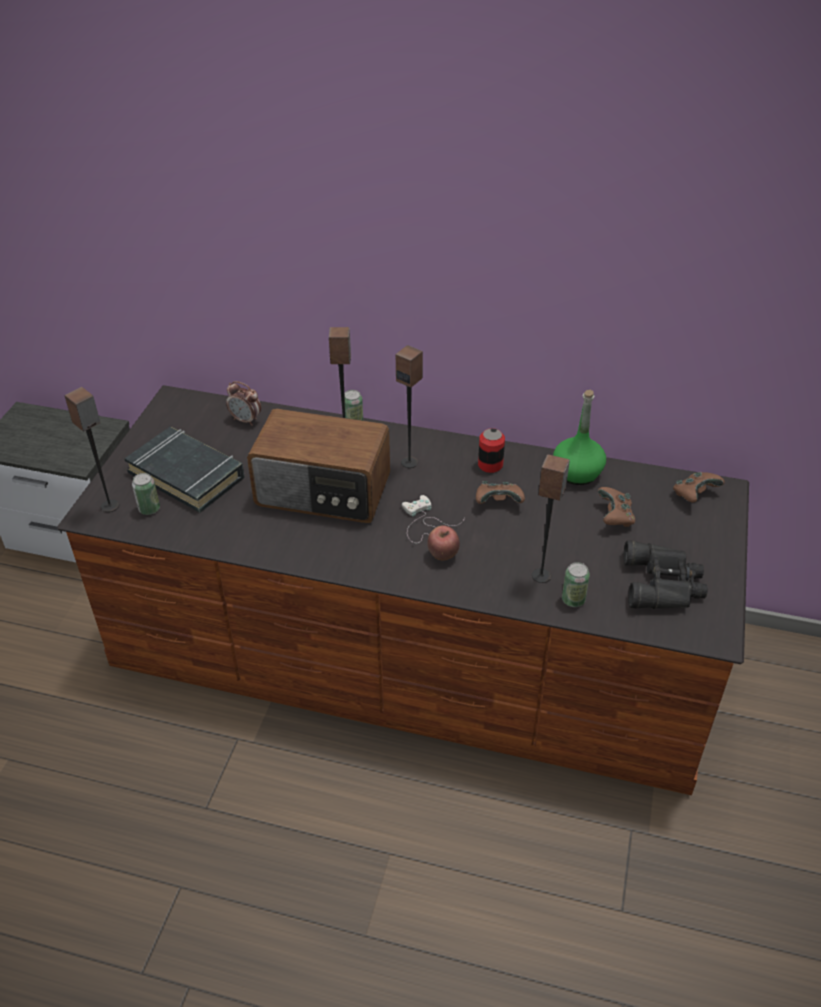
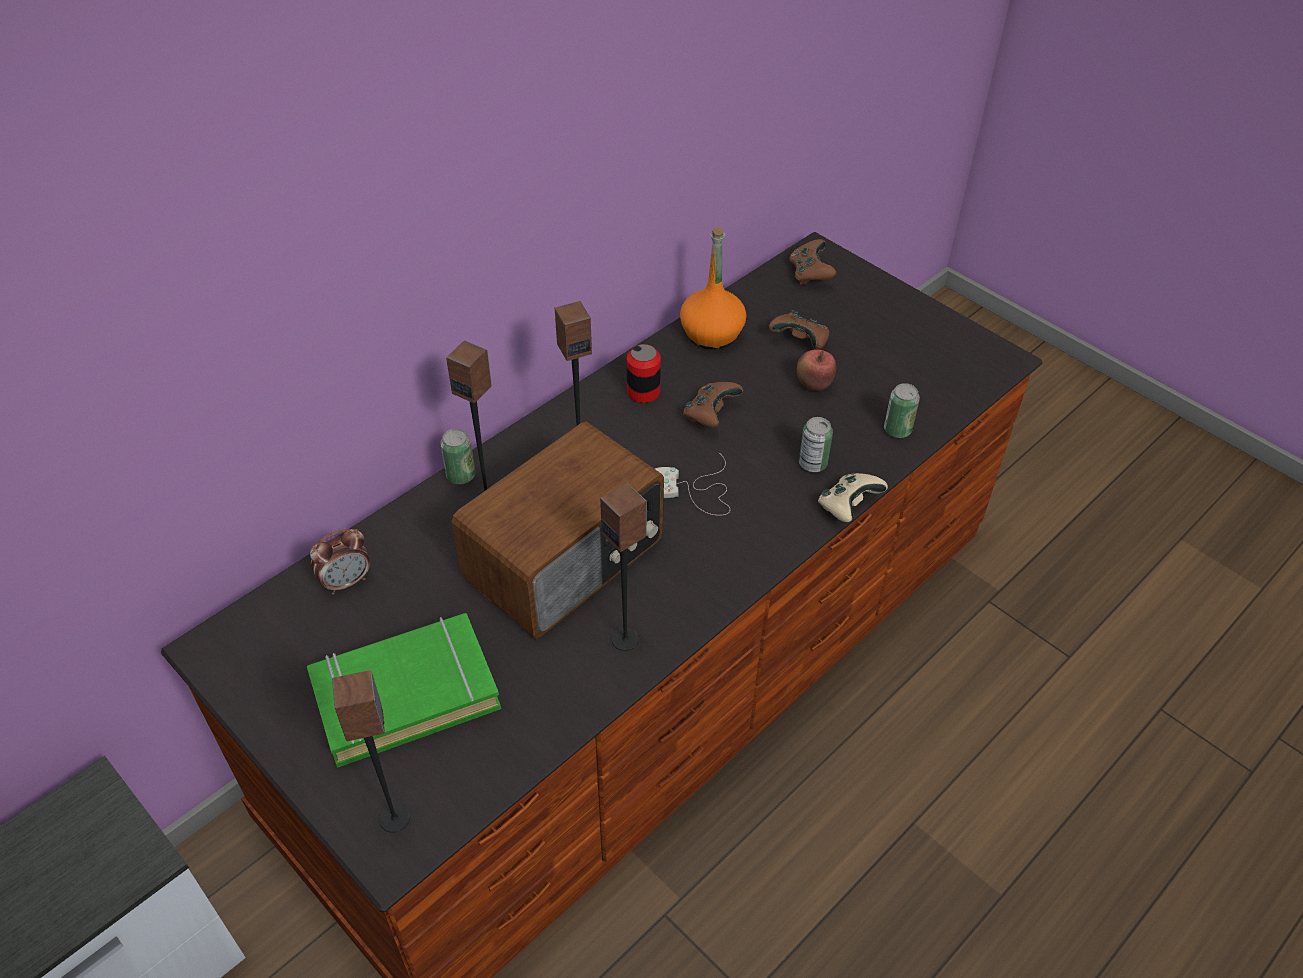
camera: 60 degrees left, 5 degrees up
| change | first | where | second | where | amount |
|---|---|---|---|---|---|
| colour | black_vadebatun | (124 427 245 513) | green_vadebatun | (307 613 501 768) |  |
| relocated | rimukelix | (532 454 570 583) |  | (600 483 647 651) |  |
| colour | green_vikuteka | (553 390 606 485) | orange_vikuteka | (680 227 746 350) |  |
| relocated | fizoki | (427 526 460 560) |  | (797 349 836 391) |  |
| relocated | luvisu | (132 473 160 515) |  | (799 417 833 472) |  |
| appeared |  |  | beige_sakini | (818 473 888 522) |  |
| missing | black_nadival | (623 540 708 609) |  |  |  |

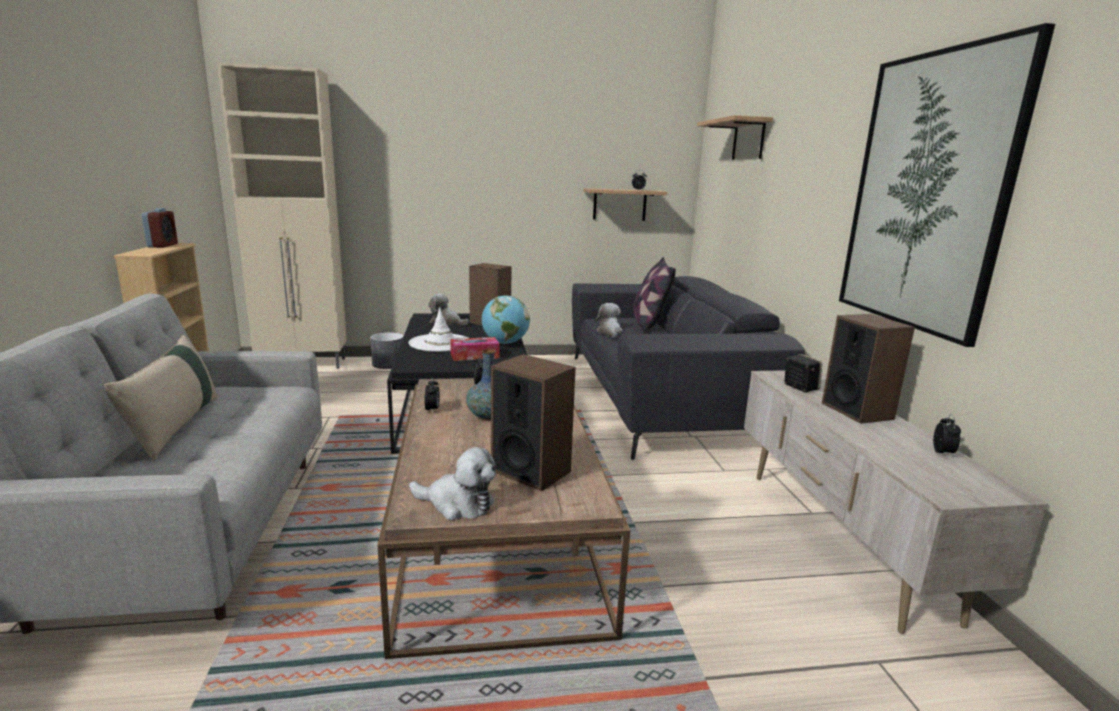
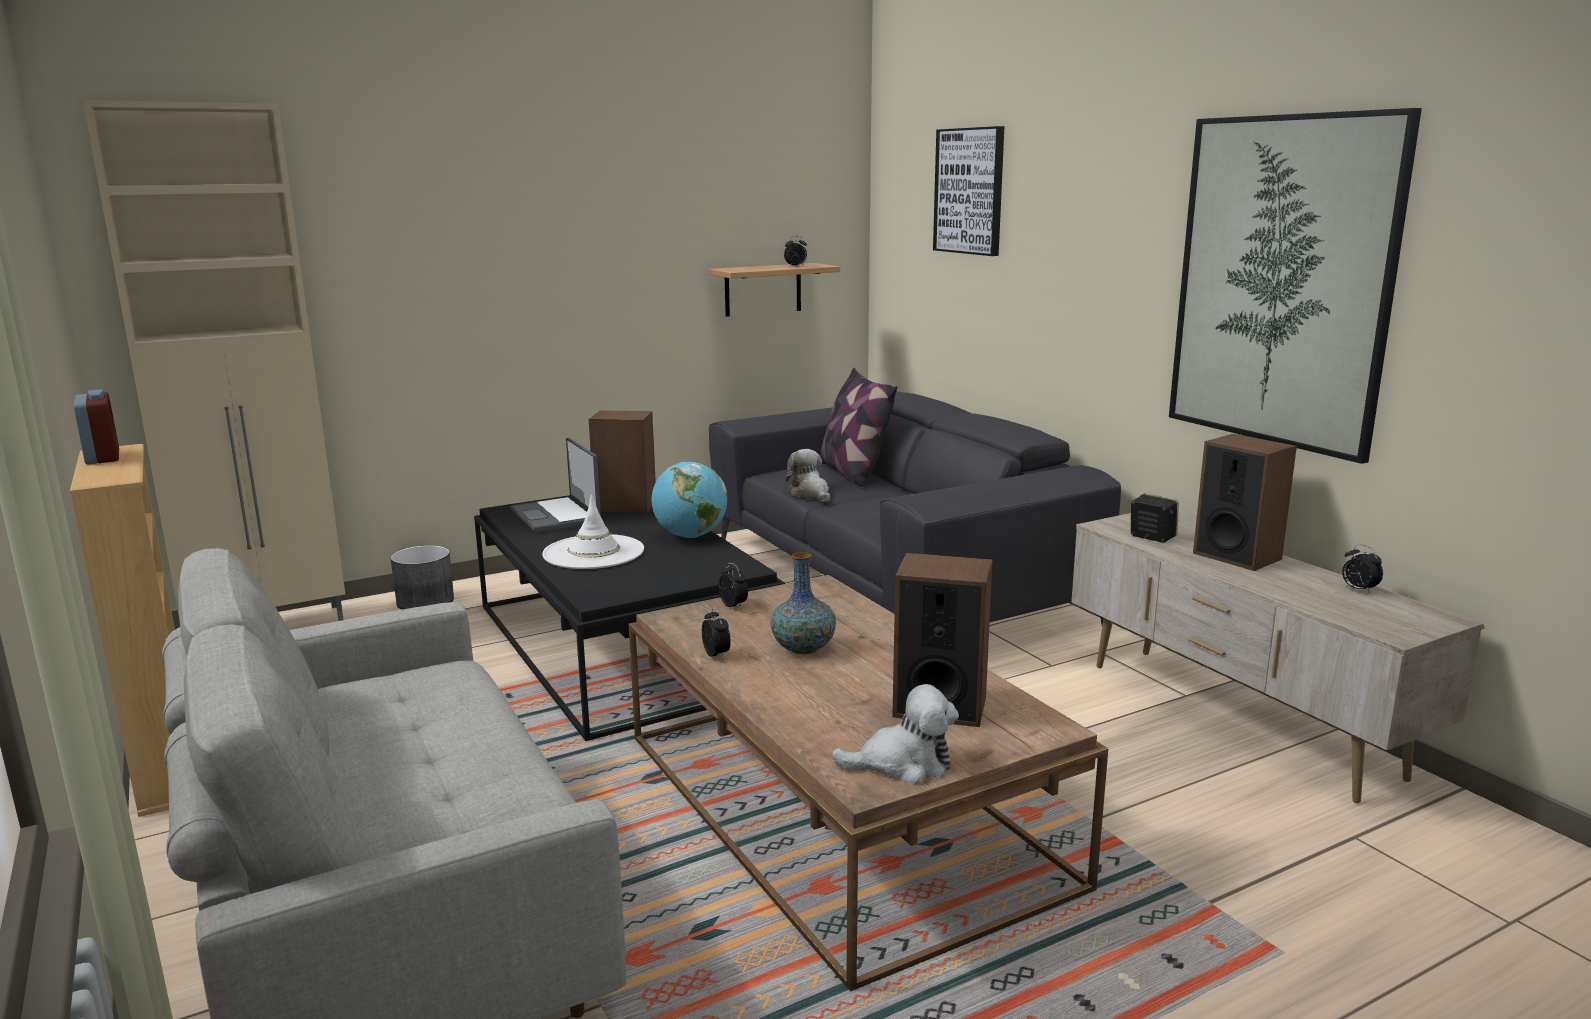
camera: 20 degrees left, 0 degrees up
| change | first | where | second | where | amount |
|---|---|---|---|---|---|
| exchanged | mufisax | (428 293 469 325) | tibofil | (510 438 601 533) |  |
| exchanged | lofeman | (697 115 773 160) | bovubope | (933 126 1004 256) |  |
| spun | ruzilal | (933 414 961 457) |  | (1342 544 1383 593) | 150 degrees clockwise |
| missing | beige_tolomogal | (104 335 218 461) |  |  |  |
| missing | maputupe | (450 337 500 361) |  |  |  |

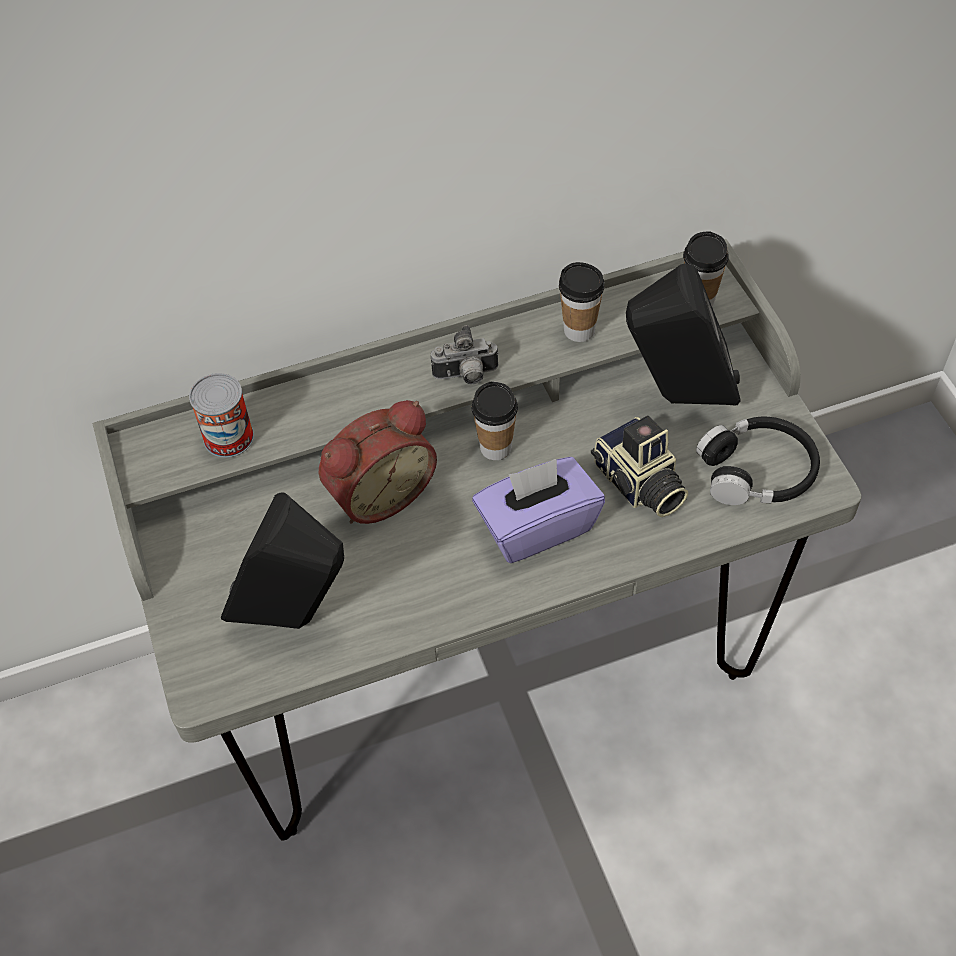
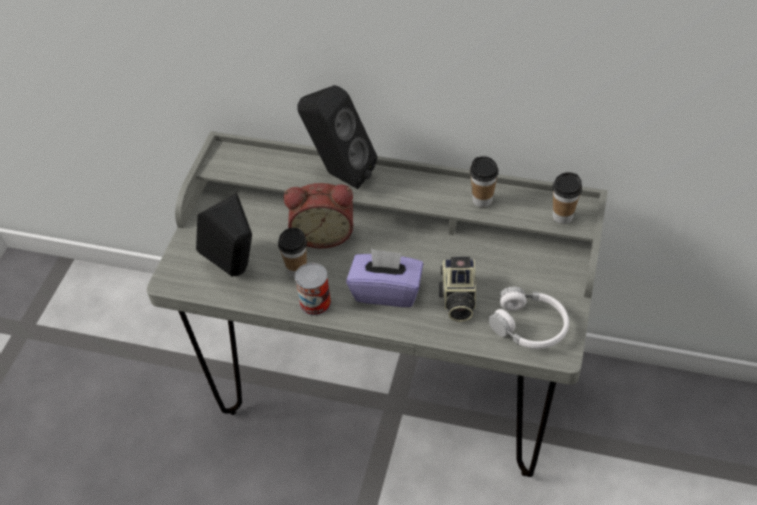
camera: 35 degrees right, 5 degrees down
| change | first | where | second | where | amount |
|---|---|---|---|---|---|
| relocated | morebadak | (471 382 518 460) |  | (278 228 307 278) |  |
| relocated | luvisu | (189 373 254 458) |  | (295 263 331 316) |  |
| relocated | black_rimukelix | (626 263 741 405) |  | (297 85 377 189) |  |
| colour | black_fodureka | (696 417 820 505) | white_fodureka | (489 286 569 349) |  |
| missing | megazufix | (431 325 499 384) |  |  |  |

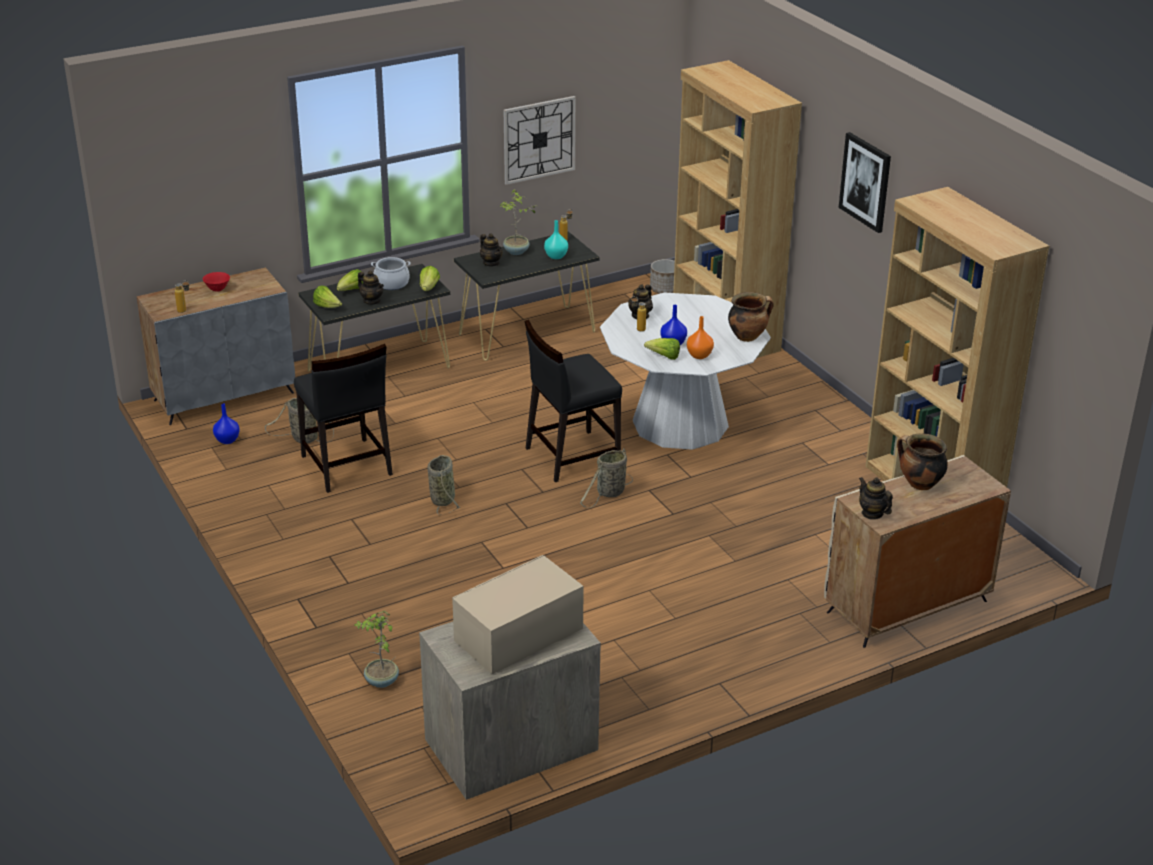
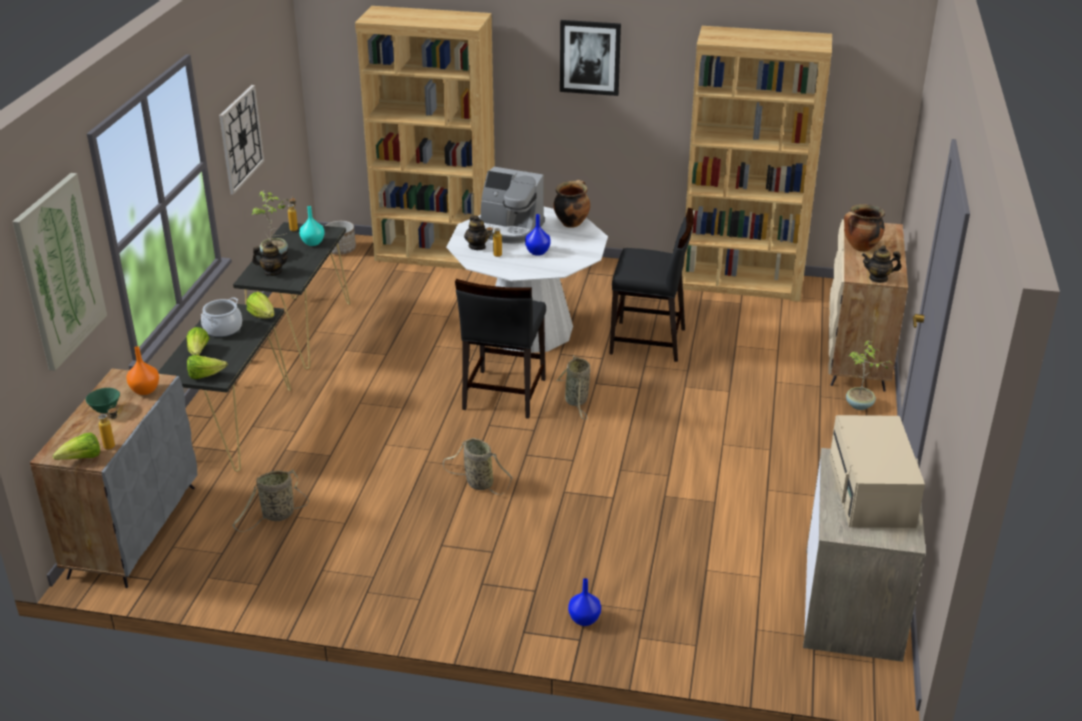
camera: 50 degrees left, 0 degrees up
| change | first | where | second | where | amount |
|---|---|---|---|---|---|
| appeared |  |  | bovubope | (12 173 107 371) |  |
| relocated | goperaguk | (644 338 680 360) |  | (53 433 100 460) |  |
| colour | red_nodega | (203 272 230 292) | green_nodega | (86 388 120 413) |  |
| relocated | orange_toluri | (687 316 714 359) |  | (126 346 159 395) |  |
| appeared |  |  | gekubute | (479 167 545 244) |  |
| relocated | blue_toluri | (213 403 240 444) |  | (568 578 601 626) |  |
| relocated | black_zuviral | (294 344 393 493) |  | (610 208 694 362) |  |
| relocated | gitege | (355 611 399 688) |  | (846 340 892 410) |  |
| missing | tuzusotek | (358 271 384 305) |  |  |  |

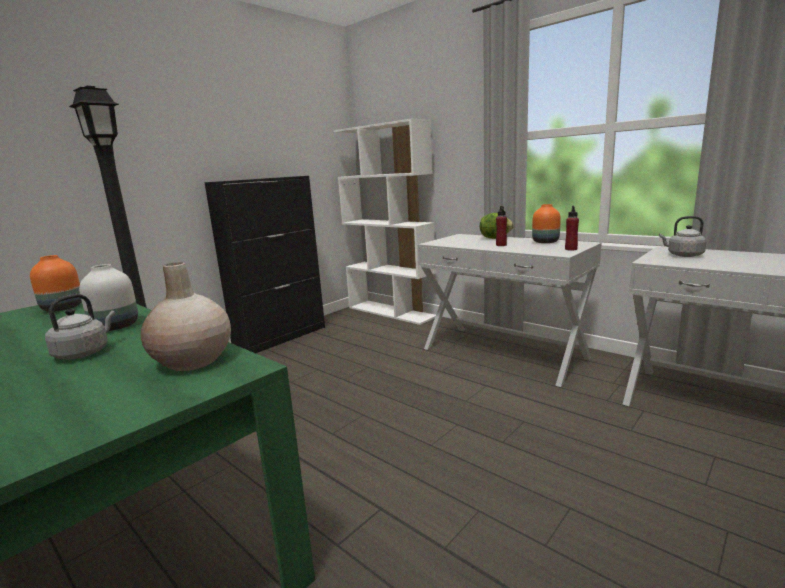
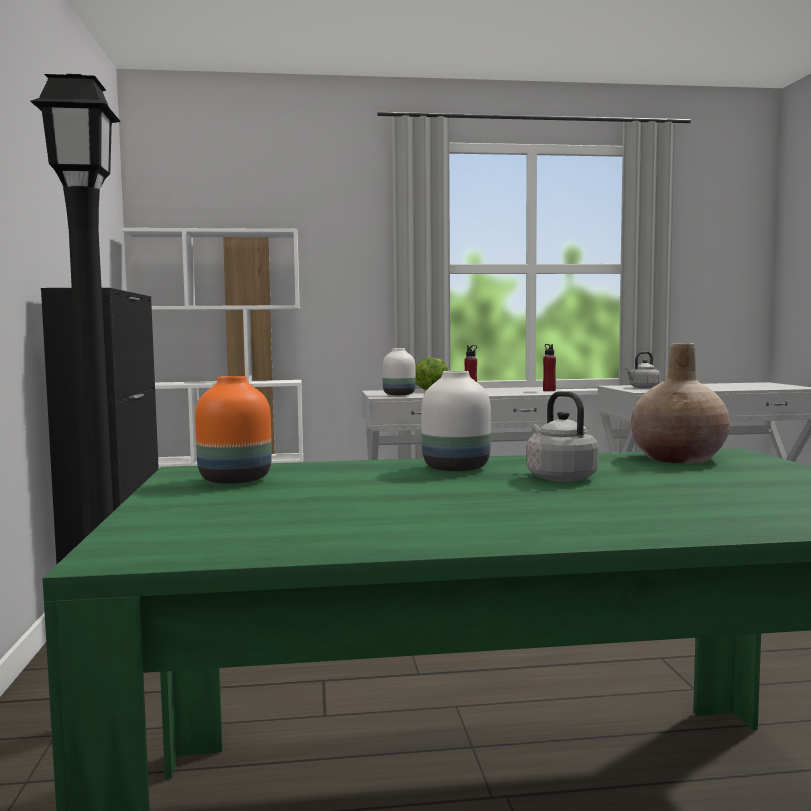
camera: 50 degrees left, 10 degrees down
| change | first | where | second | where | amount |
|---|---|---|---|---|---|
| appeared |  |  | white_toluri | (382 348 416 395) |  |
| missing | orange_toluri | (532 204 561 243) |  |  |  |

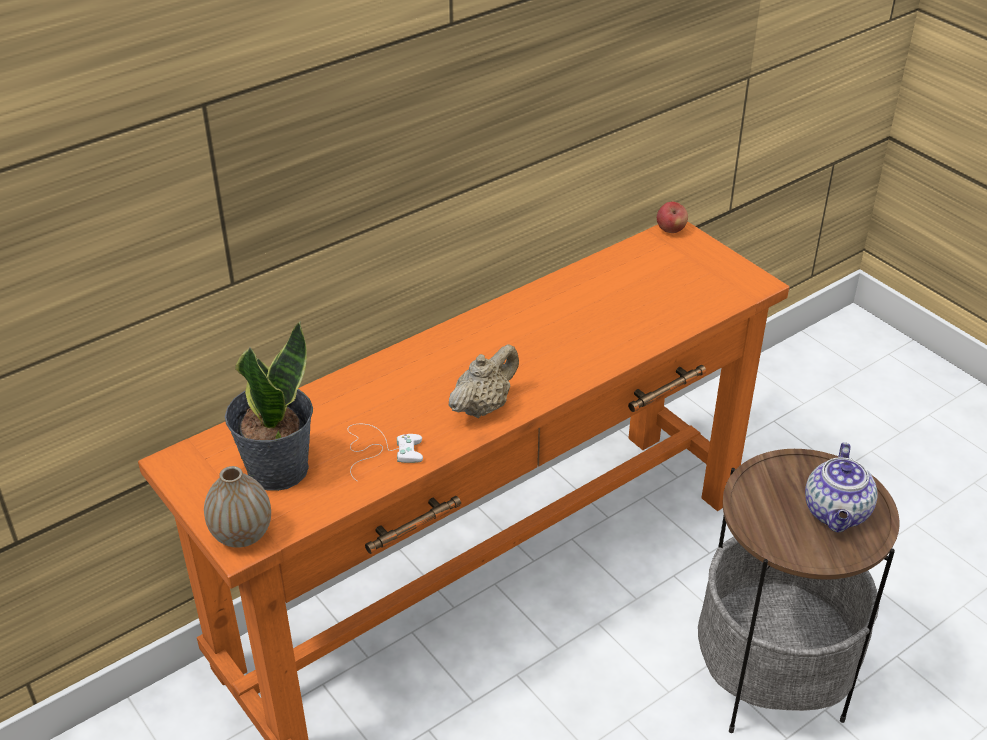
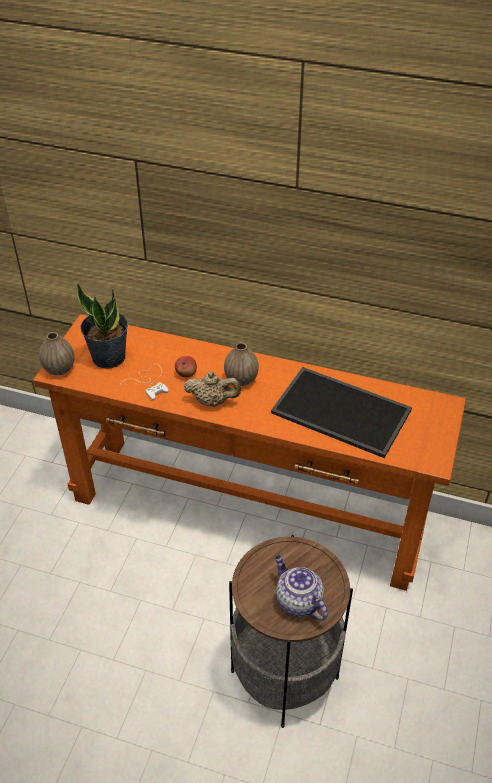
camera: 55 degrees right, 5 degrees up
| change | first | where | second | where | amount |
|---|---|---|---|---|---|
| relocated | fizoki | (657 202 688 233) |  | (175 356 197 378) |  |
| appeared |  |  | toluri | (224 342 259 386) |  |
| appeared |  |  | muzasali | (271 367 412 458) |  |
| spun | tuzusotek | (805 443 878 533) |  | (275 555 328 621) | 75 degrees clockwise |

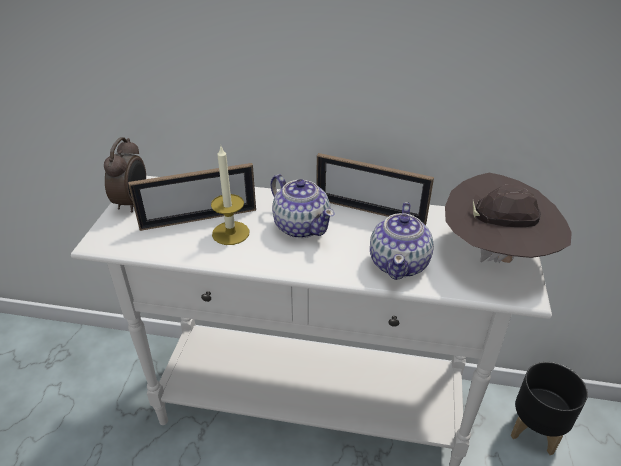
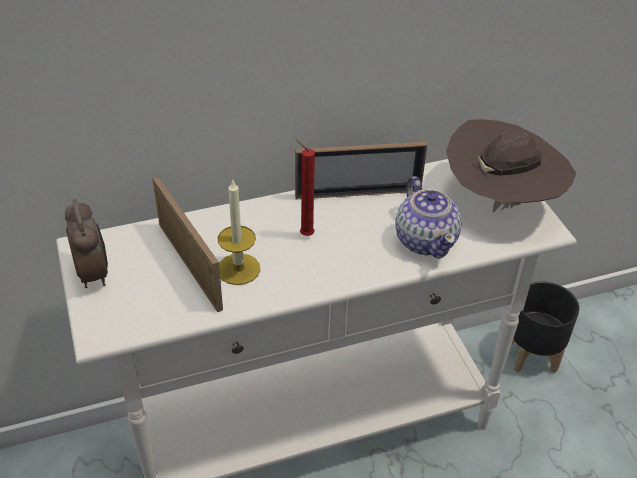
camera: 30 degrees left, 5 degrees up
| change | first | where | second | where | amount |
|---|---|---|---|---|---|
| spun | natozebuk | (128 163 256 231) |  | (152 176 223 312) | 75 degrees counterclockwise |
| exchanged | tuzusotek | (271 174 335 238) | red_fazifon | (296 139 315 236) |  |

